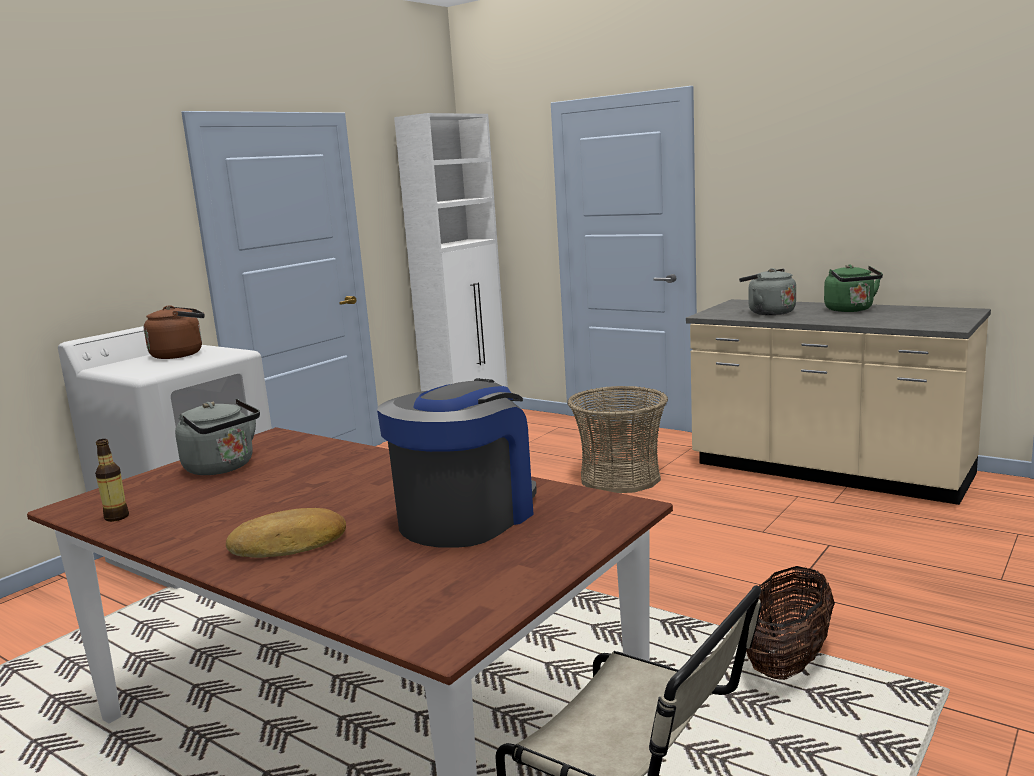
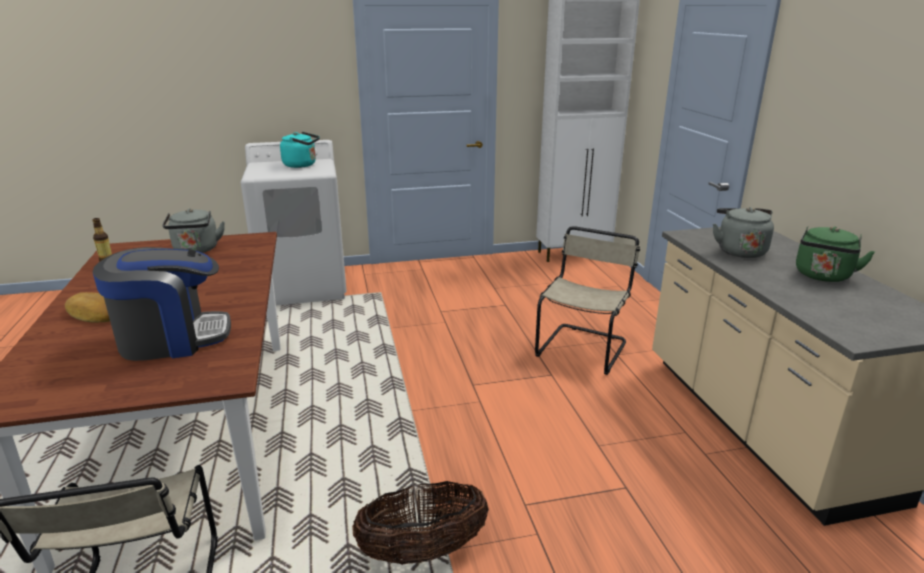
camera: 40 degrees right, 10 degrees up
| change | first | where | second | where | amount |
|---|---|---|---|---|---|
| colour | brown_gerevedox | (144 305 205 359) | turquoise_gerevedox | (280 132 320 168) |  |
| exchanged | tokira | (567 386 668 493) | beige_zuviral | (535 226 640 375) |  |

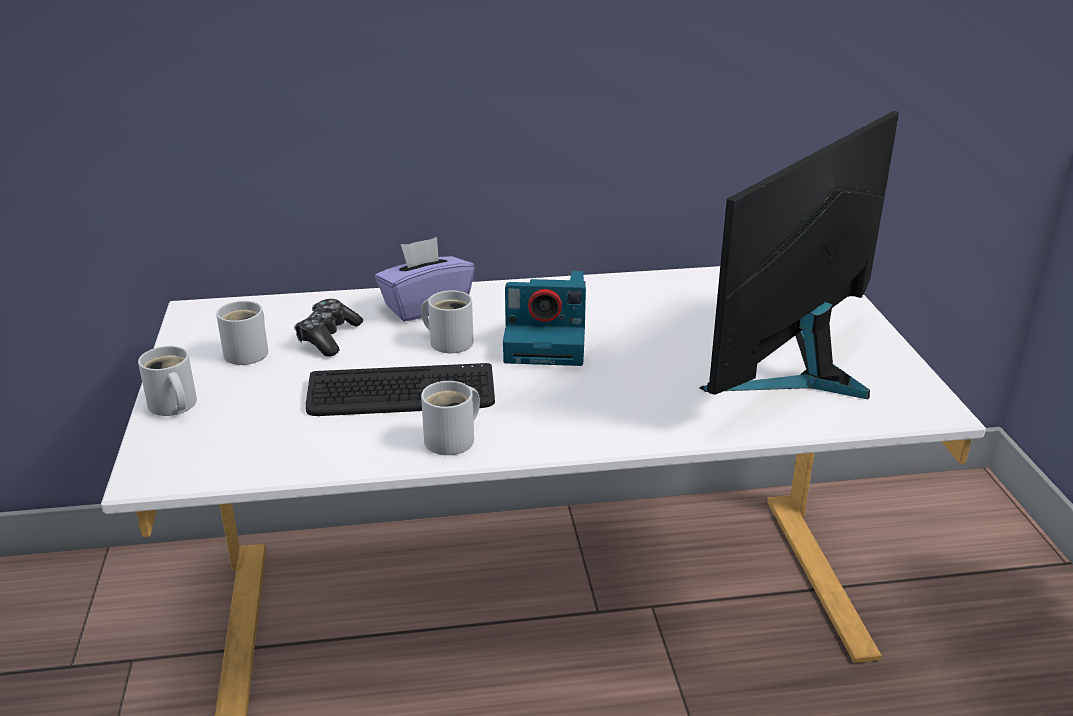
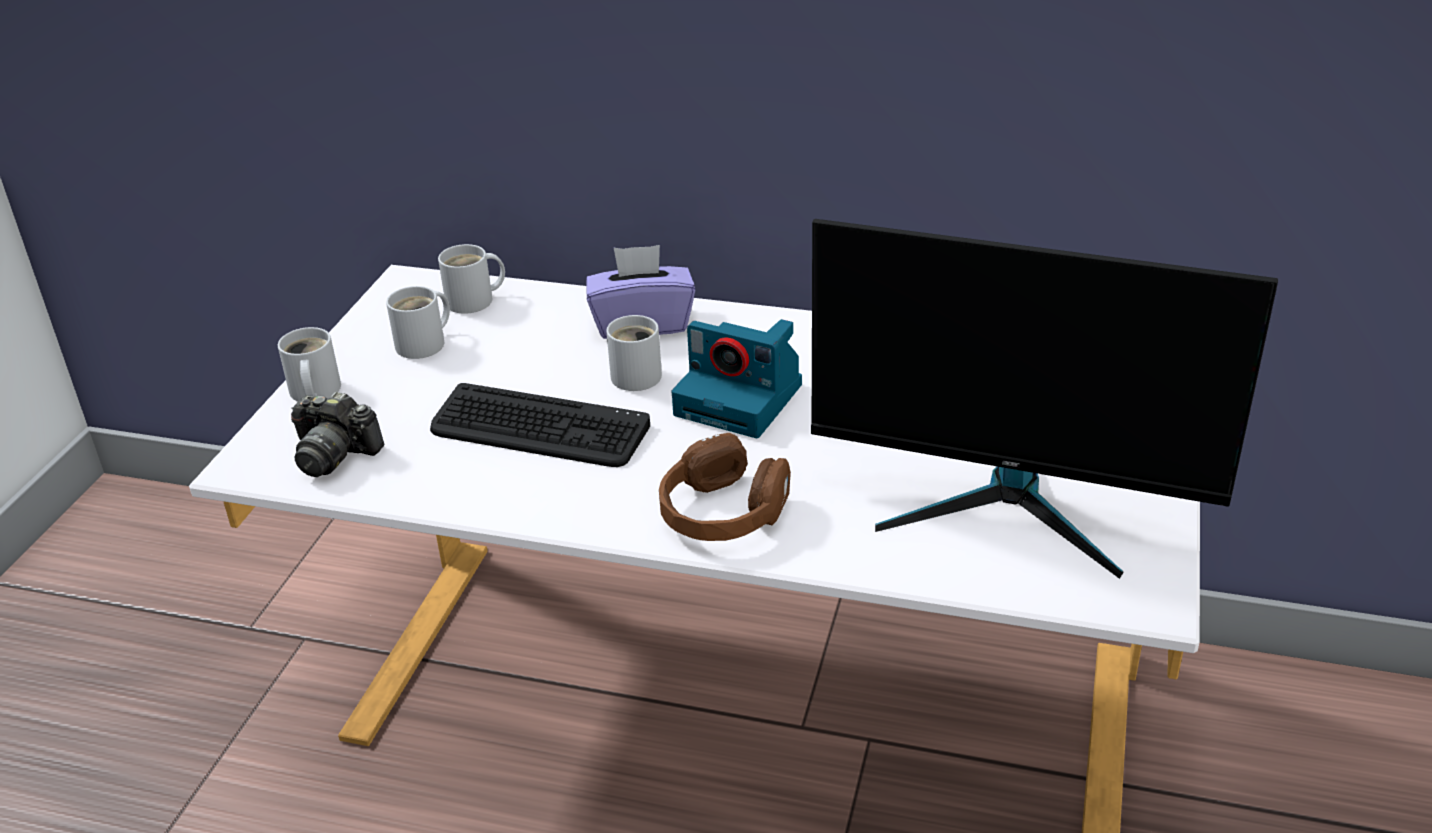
camera: 25 degrees right, 5 degrees up
| change | first | where | second | where | amount |
|---|---|---|---|---|---|
| appeared |  |  | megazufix | (291 392 384 477) |  |
| relocated | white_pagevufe | (421 381 480 455) |  | (438 244 505 314) |  |
| appeared |  |  | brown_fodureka | (659 433 791 541) |  |
| spun | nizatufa | (700 111 899 399) |  | (811 219 1278 579) | 135 degrees counterclockwise |
| missing | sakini | (294 299 363 357) |  |  |  |

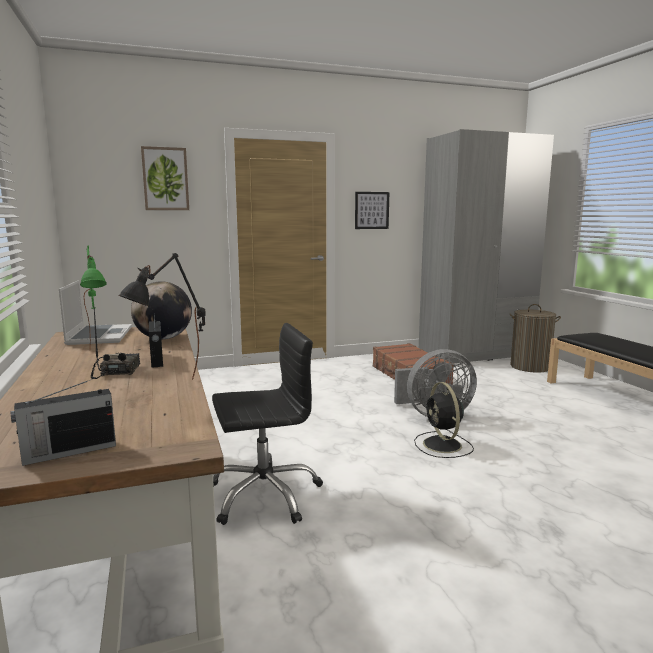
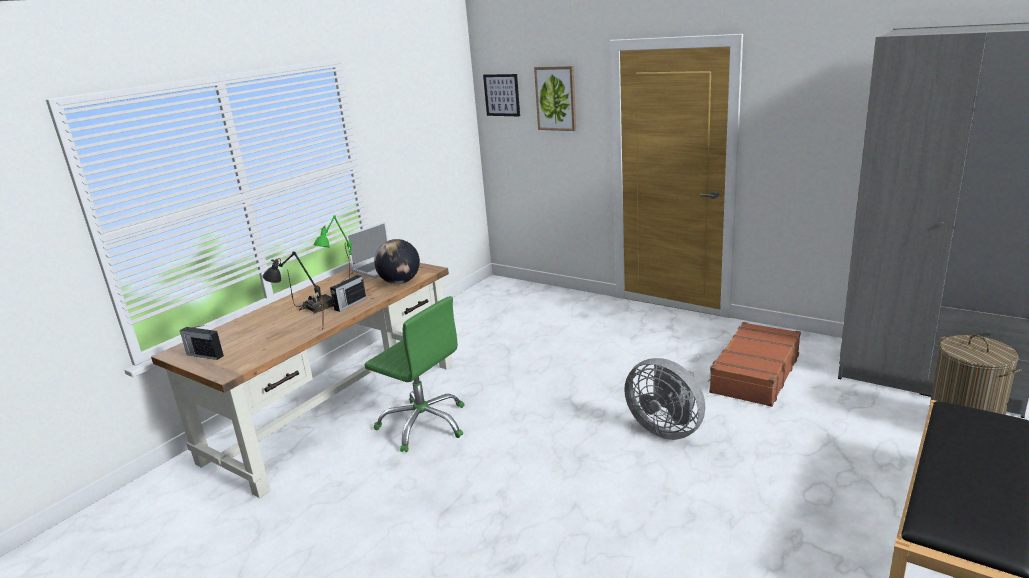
camera: 55 degrees right, 10 degrees up
| change | first | where | second | where | amount |
|---|---|---|---|---|---|
| colour | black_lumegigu | (212 323 323 525) | green_lumegigu | (364 296 464 452) |  |
| relocated | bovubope | (355 192 389 229) |  | (483 74 520 116) |  |
| missing | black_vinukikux | (414 382 474 458) |  |  |  |

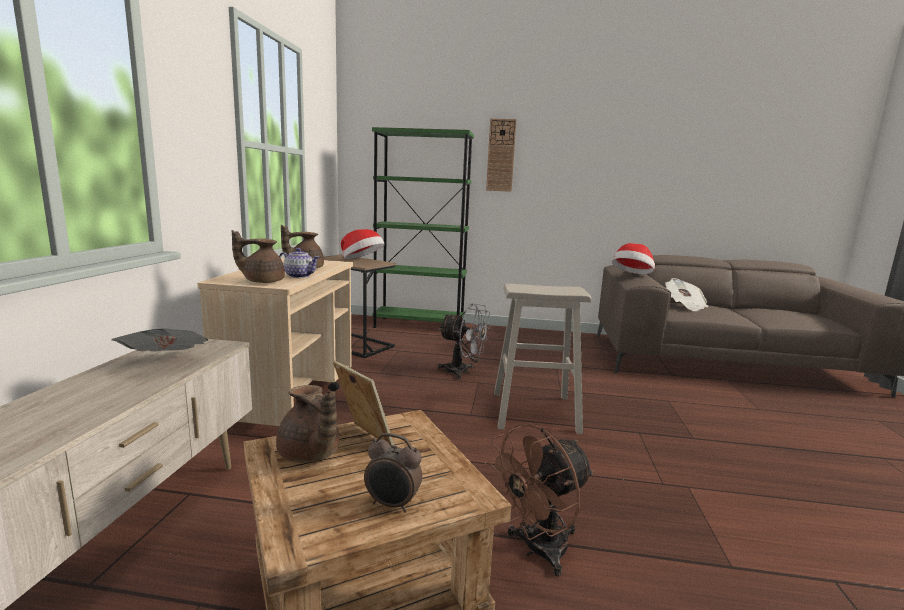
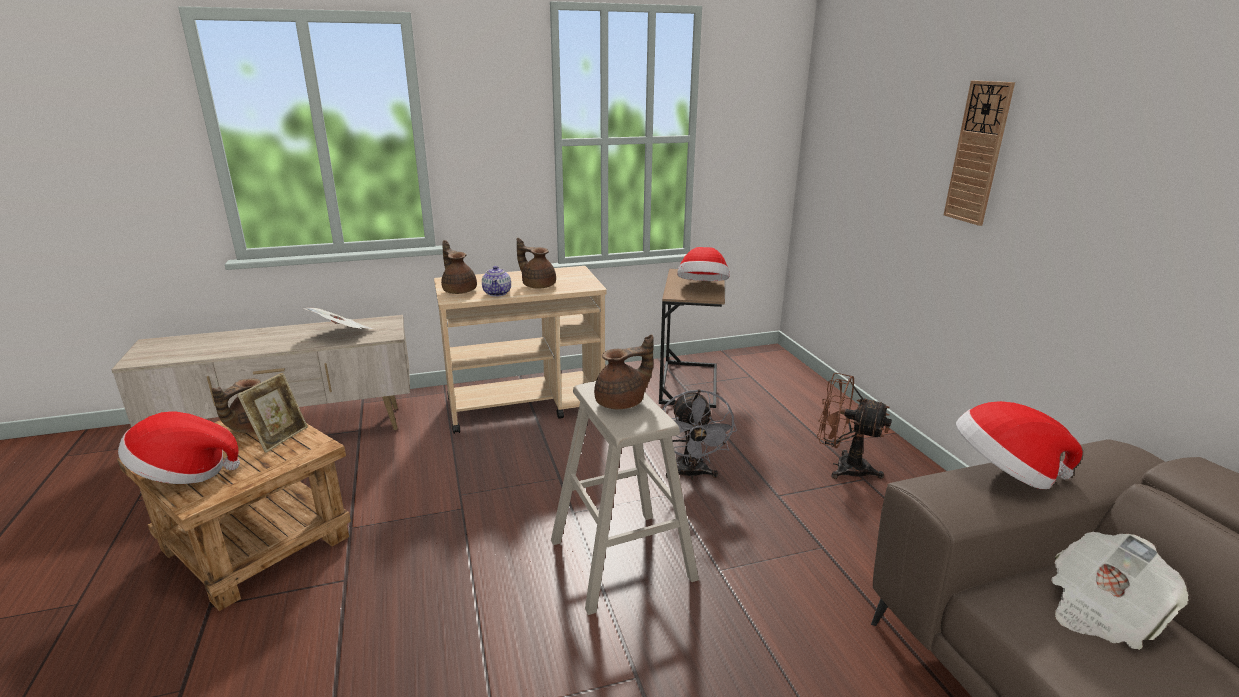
camera: 65 degrees right, 10 degrees up
| change | first | where | second | where | amount |
|---|---|---|---|---|---|
| exchanged | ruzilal | (364 433 422 513) | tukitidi | (118 412 240 484) |  |
| appeared |  |  | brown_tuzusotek | (594 334 654 409) |  |
| relocated | brown_vinukikux | (484 424 594 577) |  | (817 373 892 479) |  |
| missing | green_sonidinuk | (372 127 474 328) |  |  |  |

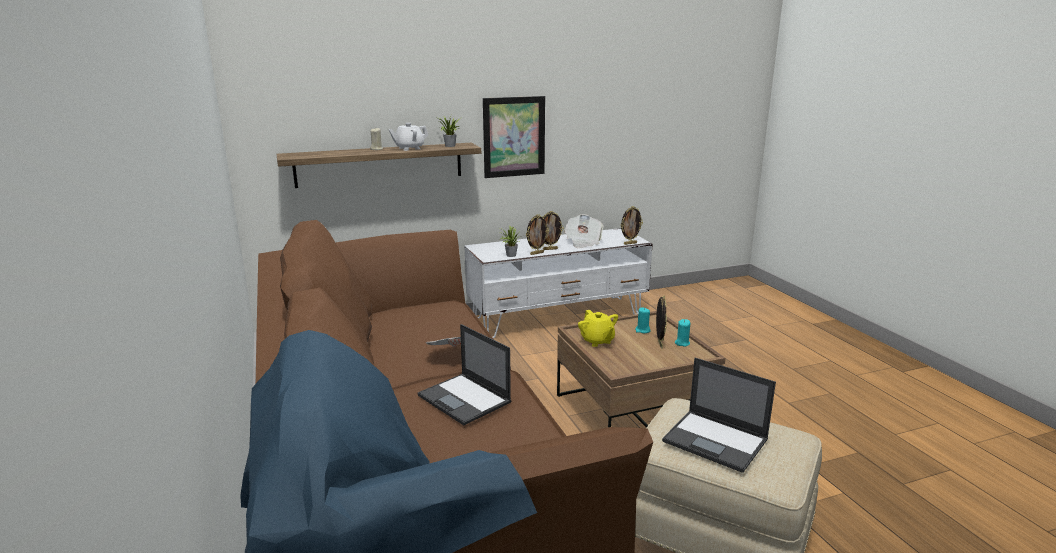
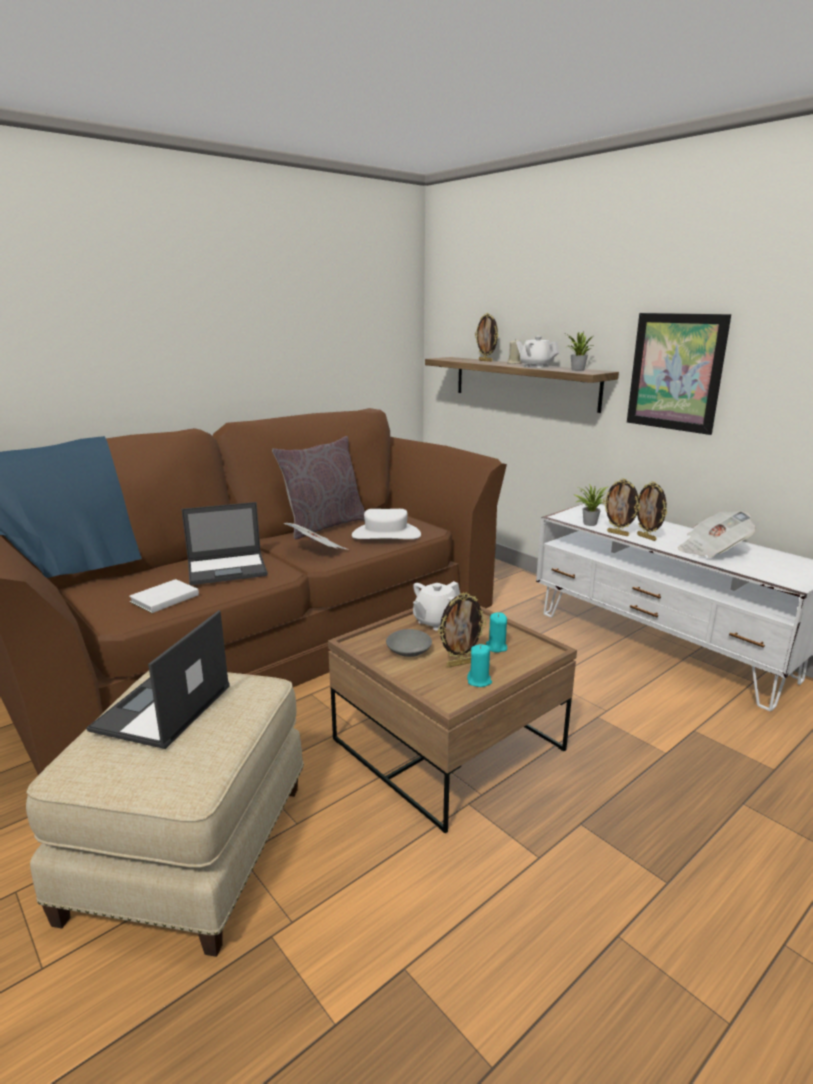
camera: 70 degrees right, 0 degrees up
| change | first | where | second | where | amount |
|---|---|---|---|---|---|
| appeared |  |  | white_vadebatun | (129 579 199 613) |  |
| spun | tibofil | (418 324 511 425) |  | (182 502 268 585) | 135 degrees counterclockwise |
| appeared |  |  | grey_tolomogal | (272 436 365 539) |  |
| appeared |  |  | white_tukitidi | (352 509 421 539) |  |
| appeared |  |  | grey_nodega | (386 629 432 657) |  |
| colour | yellow_tuzusotek | (578 310 618 347) | white_tuzusotek | (413 581 460 631) |  |
| relocated | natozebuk | (621 206 643 245) |  | (475 313 498 362) |  |

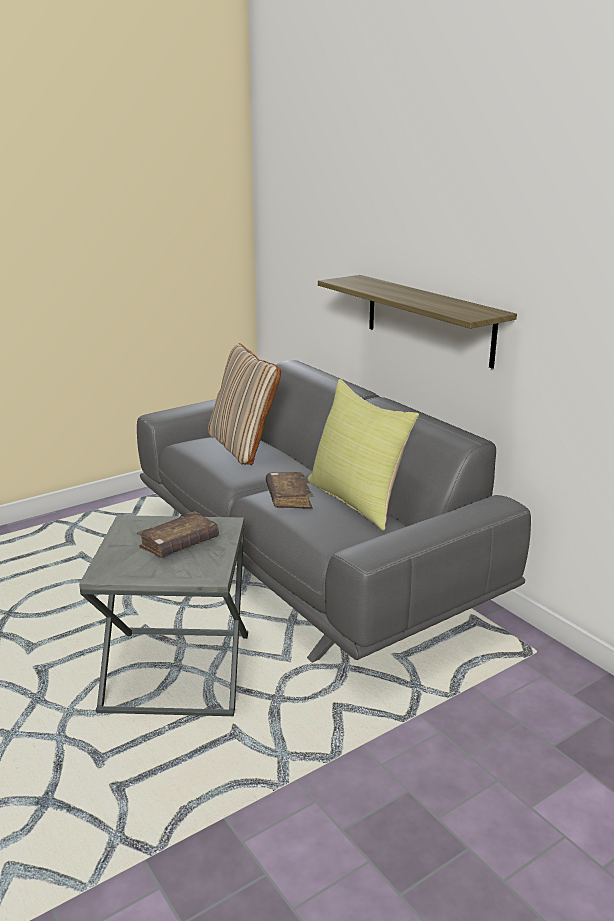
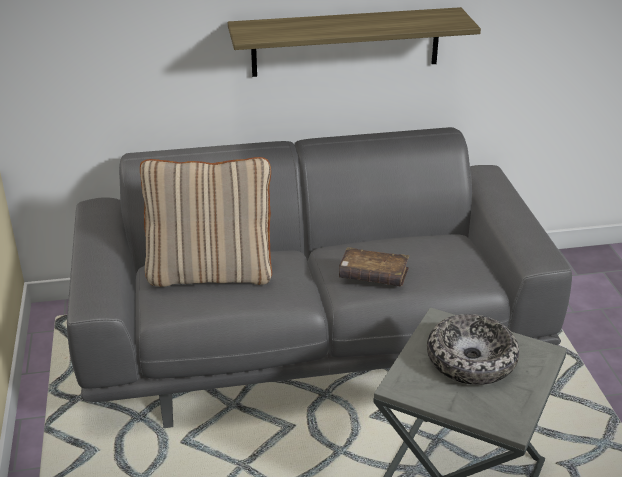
camera: 65 degrees left, 10 degrees up
| change | first | where | second | where | amount |
|---|---|---|---|---|---|
| exchanged | brown_vadebatun | (137 511 219 558) | nodega | (427 314 519 385) |  |
| missing | yellow_tolomogal | (308 379 419 530) |  |  |  |

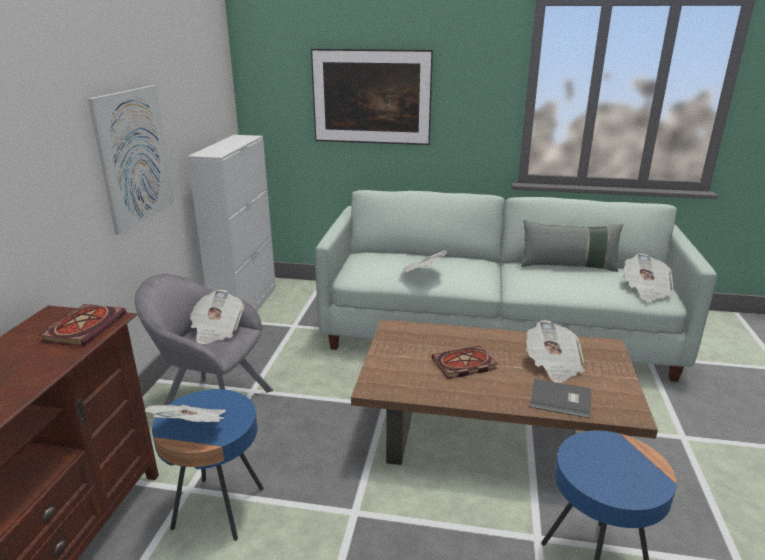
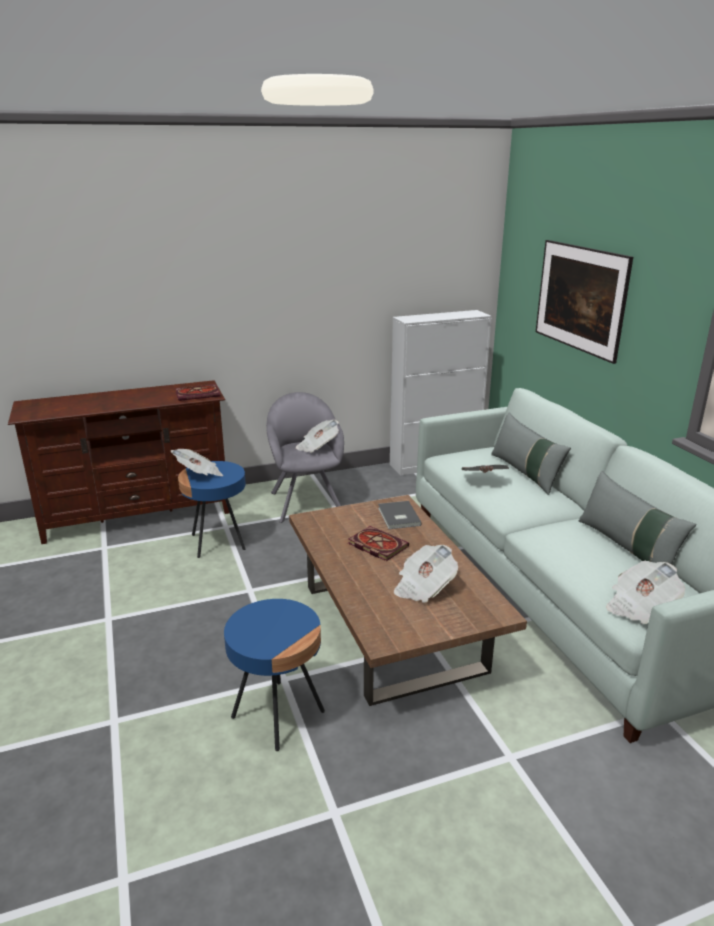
camera: 60 degrees right, 0 degrees up
| change | first | where | second | where | amount |
|---|---|---|---|---|---|
| relocated | grey_vadebatun | (530 379 591 418) |  | (378 501 422 529) |  |
| appeared |  |  | grey_tolomogal | (491 413 571 495) |  |
| missing | bovubope | (88 85 174 235) |  |  |  |

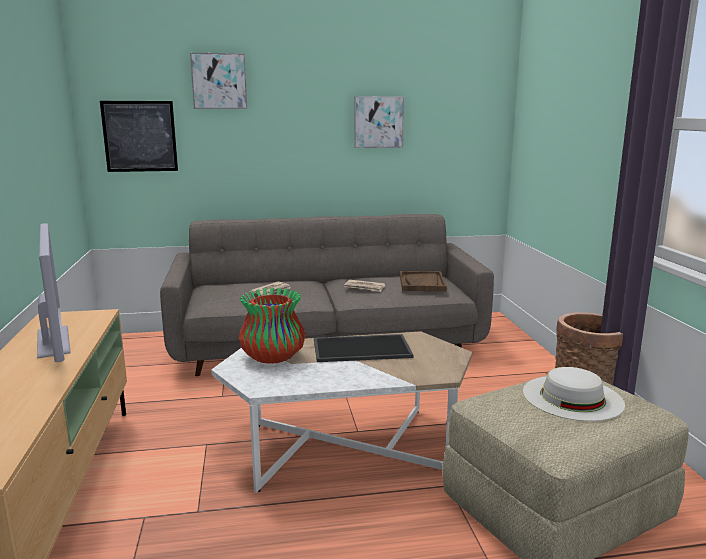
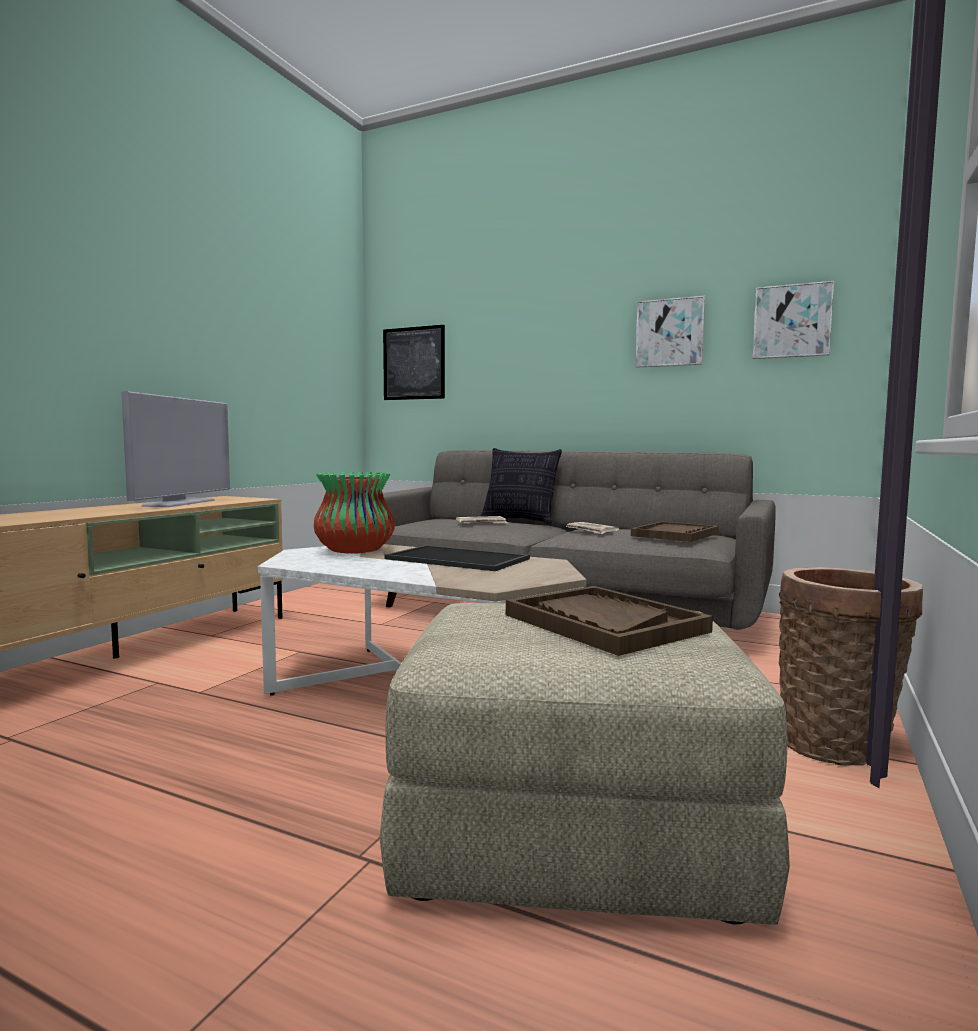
camera: 35 degrees right, 10 degrees down
| change | first | where | second | where | amount |
|---|---|---|---|---|---|
| appeared |  |  | tolomogal | (480 448 562 524) |  |
| exchanged | white_tukitidi | (523 367 625 421) | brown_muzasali | (506 586 713 656) |  |
| relocated | bovubope | (190 53 247 109) |  | (753 281 834 359) |  |

